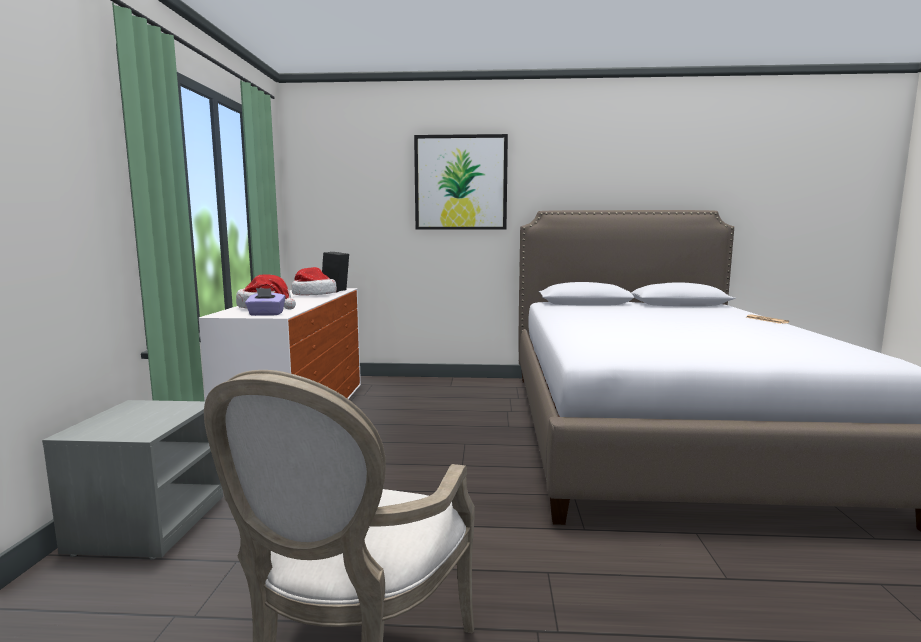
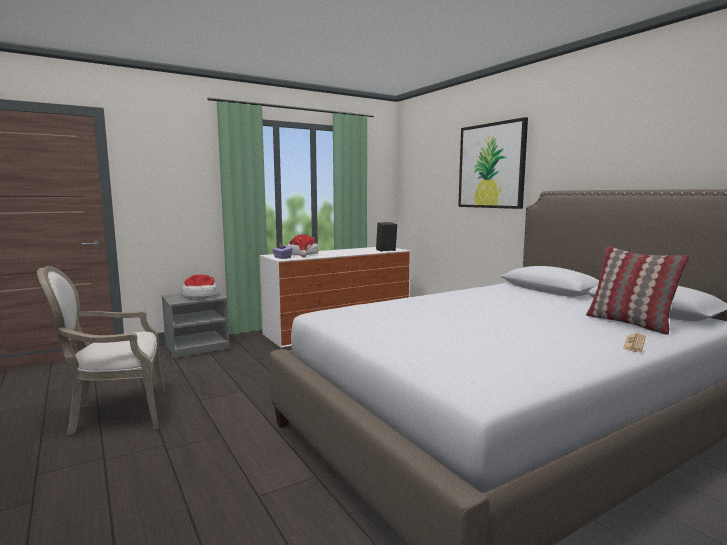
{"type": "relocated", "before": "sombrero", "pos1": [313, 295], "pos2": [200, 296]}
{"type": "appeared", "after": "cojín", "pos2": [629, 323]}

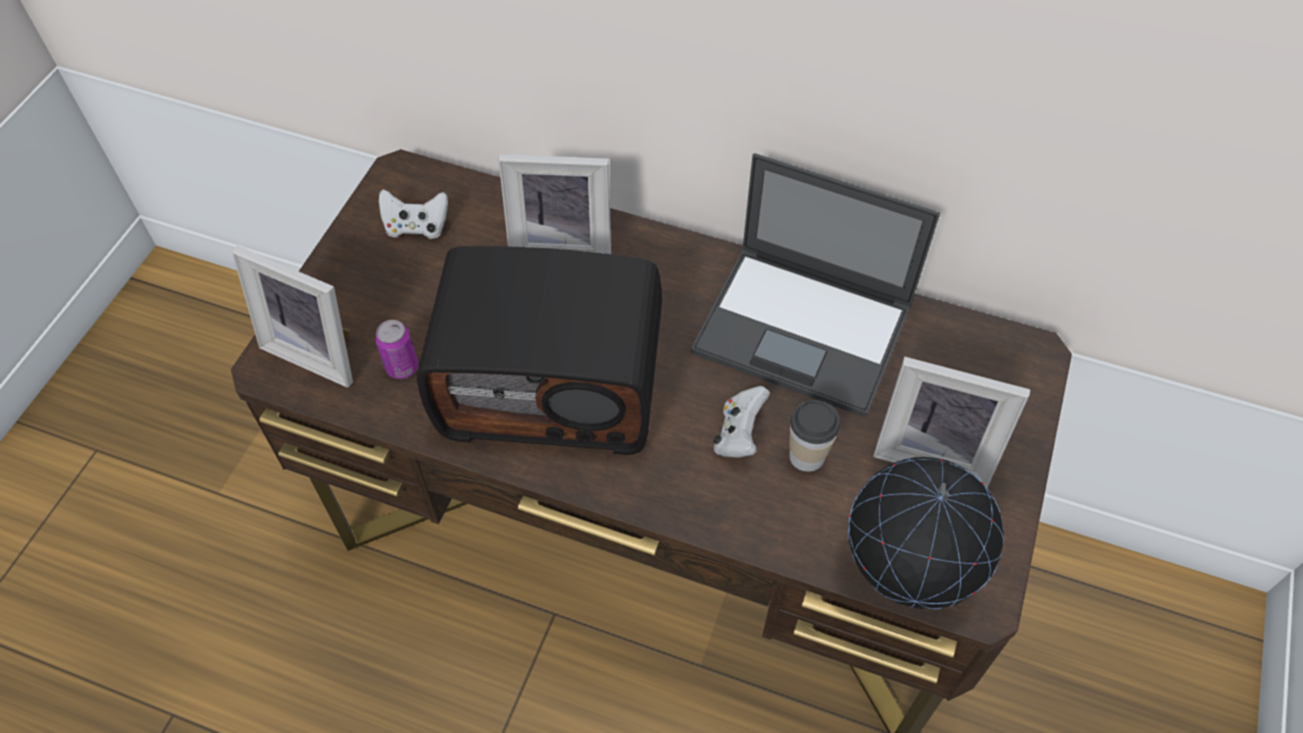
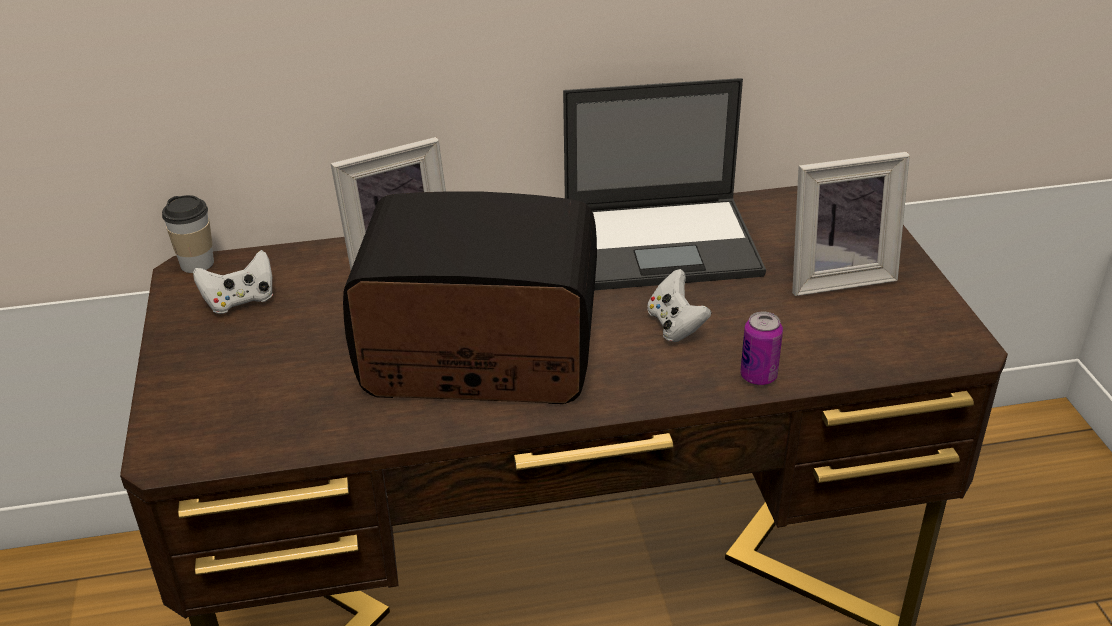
{"type": "relocated", "before": "taza", "pos1": [807, 456], "pos2": [197, 263]}
{"type": "spun", "before": "radio", "pos1": [553, 384], "pos2": [478, 356], "turn": -150}
{"type": "relocated", "before": "lata", "pos1": [402, 367], "pos2": [758, 376]}
{"type": "missing", "before": "portarretratos", "pos1": [318, 350]}
{"type": "missing", "before": "globo terráqueo", "pos1": [906, 572]}

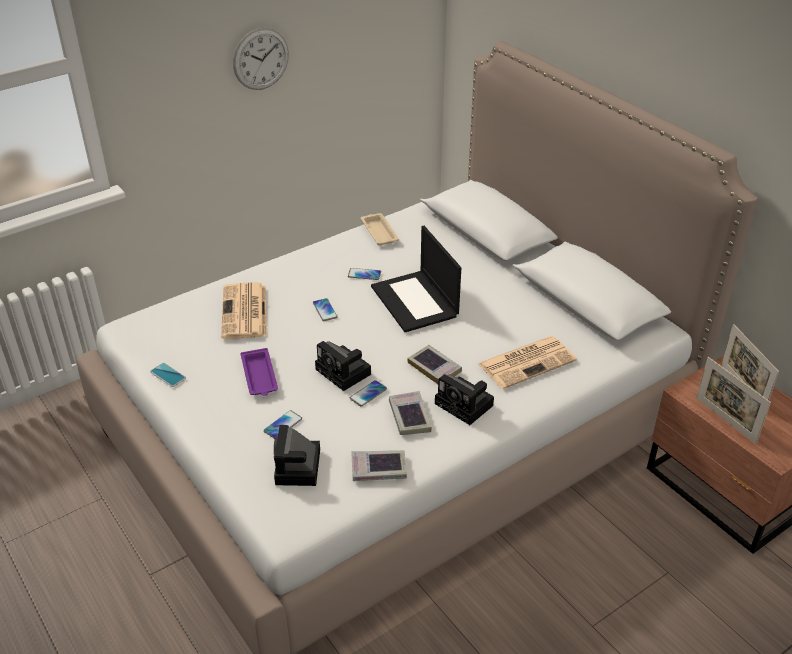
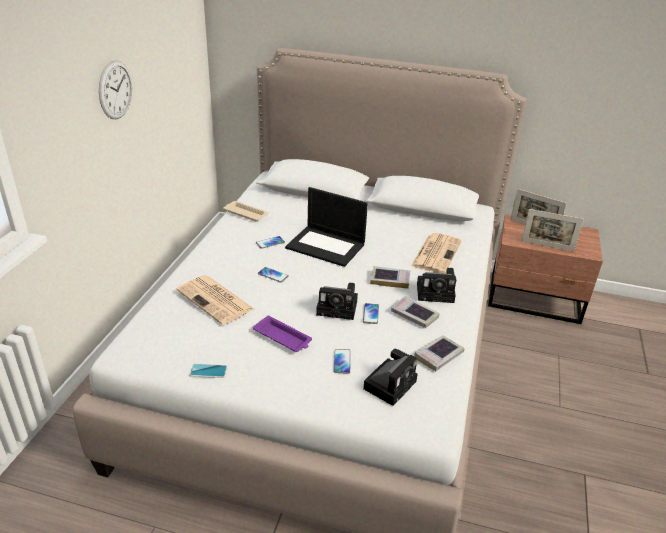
{"type": "spun", "before": "cámara", "pos1": [298, 469], "pos2": [390, 383], "turn": -105}

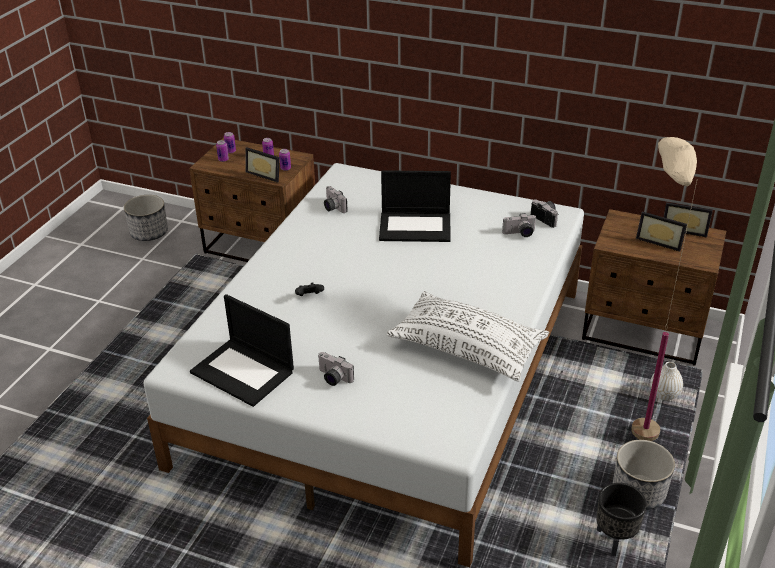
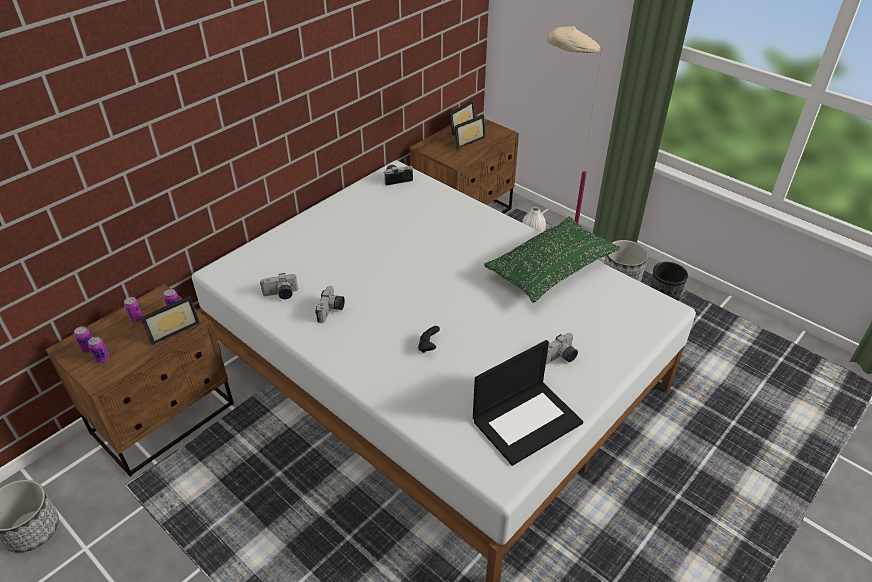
{"type": "relocated", "before": "cámara", "pos1": [519, 234], "pos2": [332, 311]}
{"type": "colour", "before": "cojín/blanco", "after": "cojín/verde", "pos1": [467, 348], "pos2": [551, 269]}
{"type": "missing", "before": "portátil", "pos1": [416, 226]}

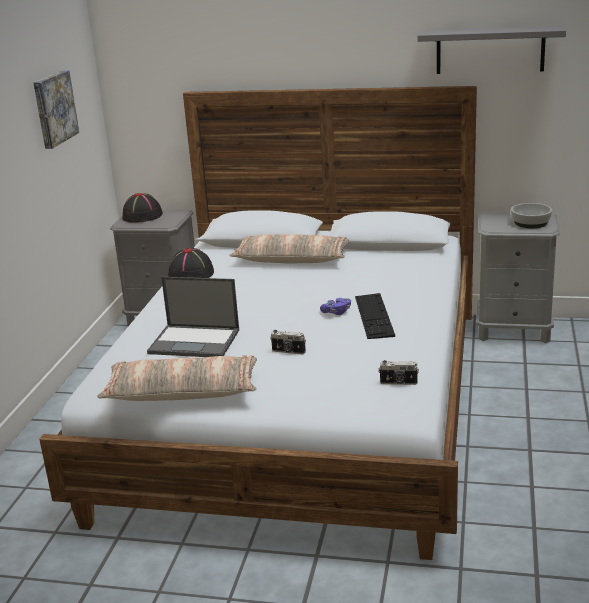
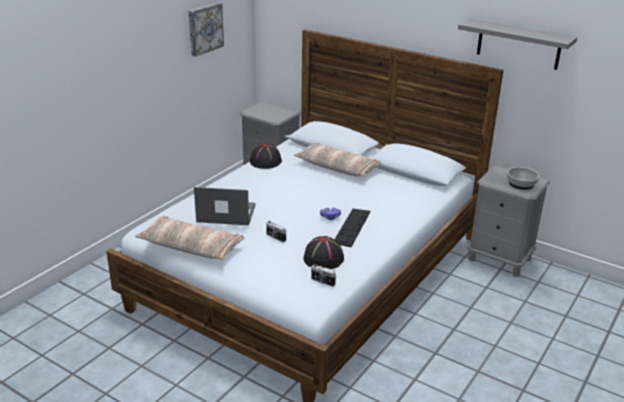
{"type": "spun", "before": "portátil", "pos1": [195, 341], "pos2": [225, 213], "turn": 150}
{"type": "relocated", "before": "sombrero/negro", "pos1": [143, 216], "pos2": [323, 258]}

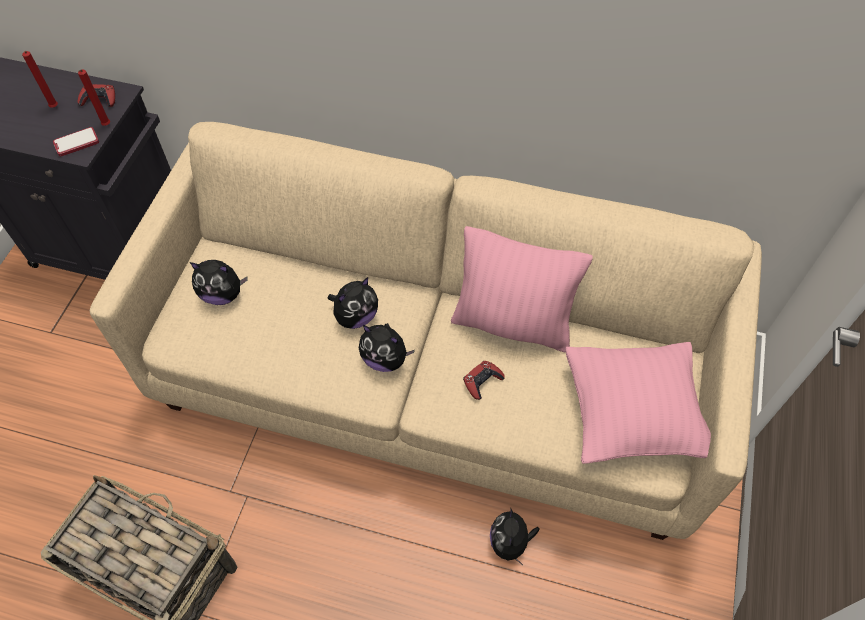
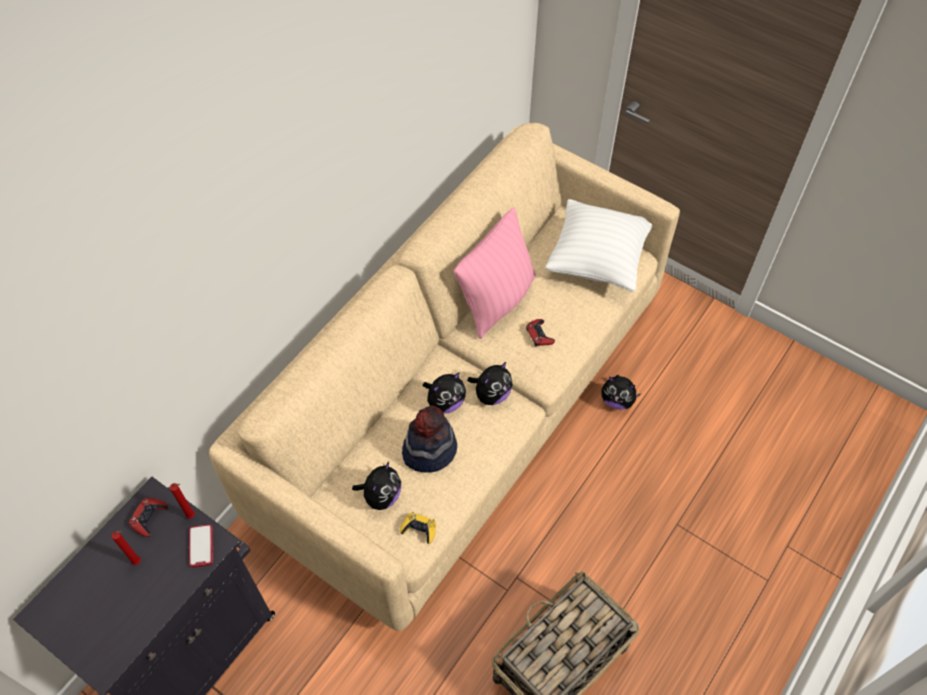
{"type": "appeared", "after": "mando de consola/amarillo", "pos2": [419, 529]}
{"type": "appeared", "after": "sombrero", "pos2": [429, 449]}
{"type": "spun", "before": "peluche", "pos1": [355, 317], "pos2": [445, 403], "turn": 75}
{"type": "colour", "before": "cojín/rosa", "after": "cojín/blanco", "pos1": [631, 416], "pos2": [597, 260]}

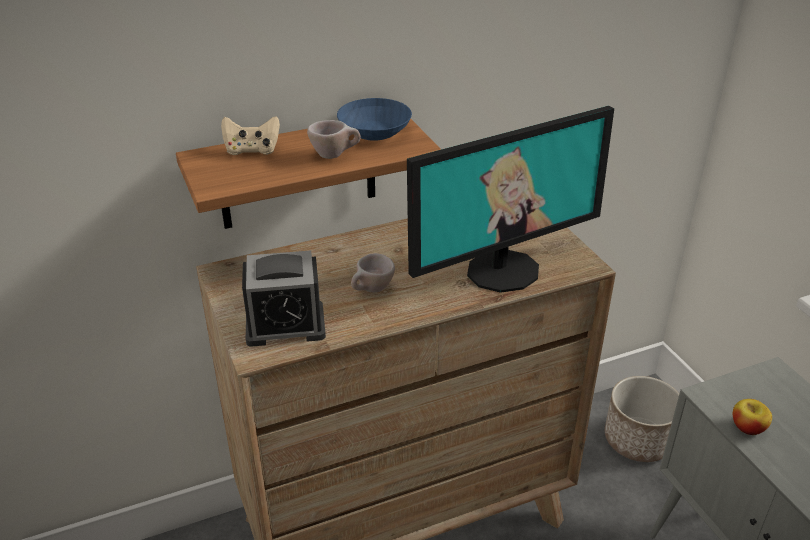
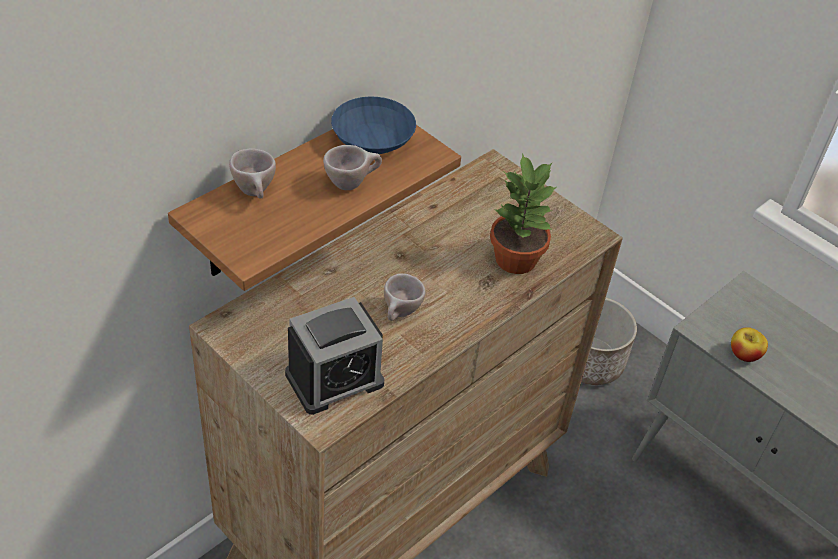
{"type": "exchanged", "before": "mando de consola/beis", "after": "taza/beis", "pos1": [252, 150], "pos2": [256, 193]}
{"type": "exchanged", "before": "monitor", "after": "planta en maceta", "pos1": [502, 270], "pos2": [516, 258]}

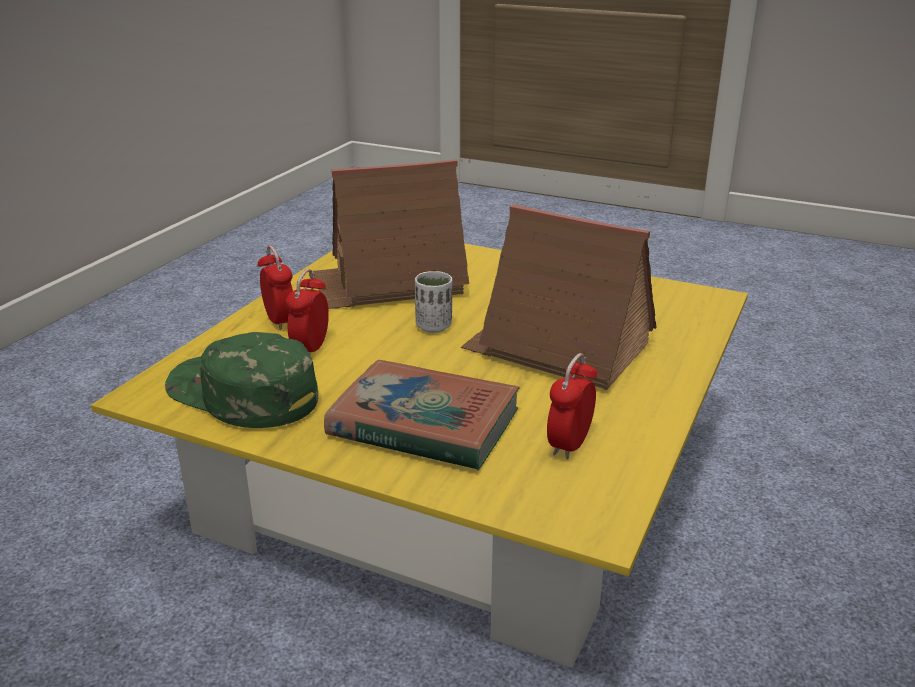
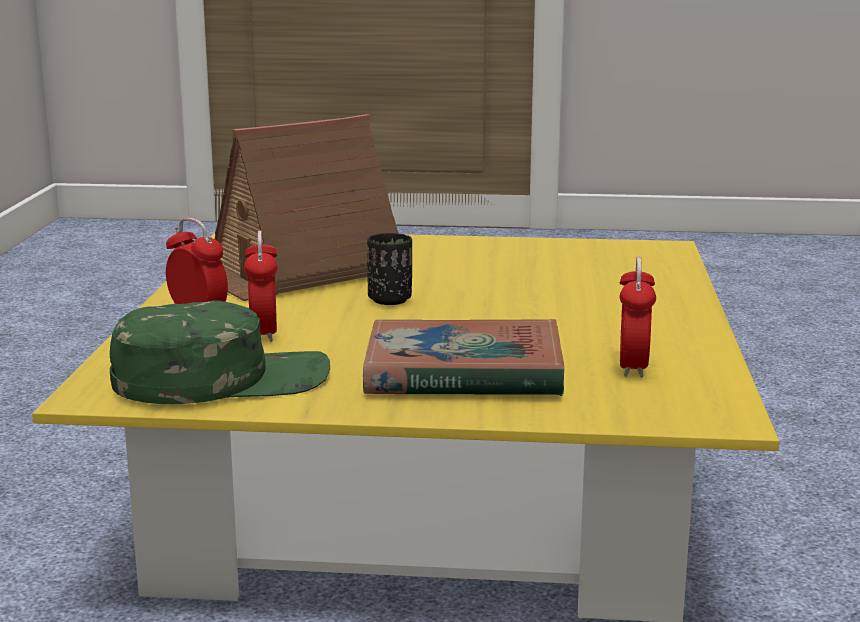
{"type": "spun", "before": "gorra/verde", "pos1": [241, 394], "pos2": [222, 379], "turn": 150}
{"type": "colour", "before": "taza/blanco", "after": "taza/negro", "pos1": [434, 326], "pos2": [390, 300]}
{"type": "missing", "before": "casita", "pos1": [558, 347]}

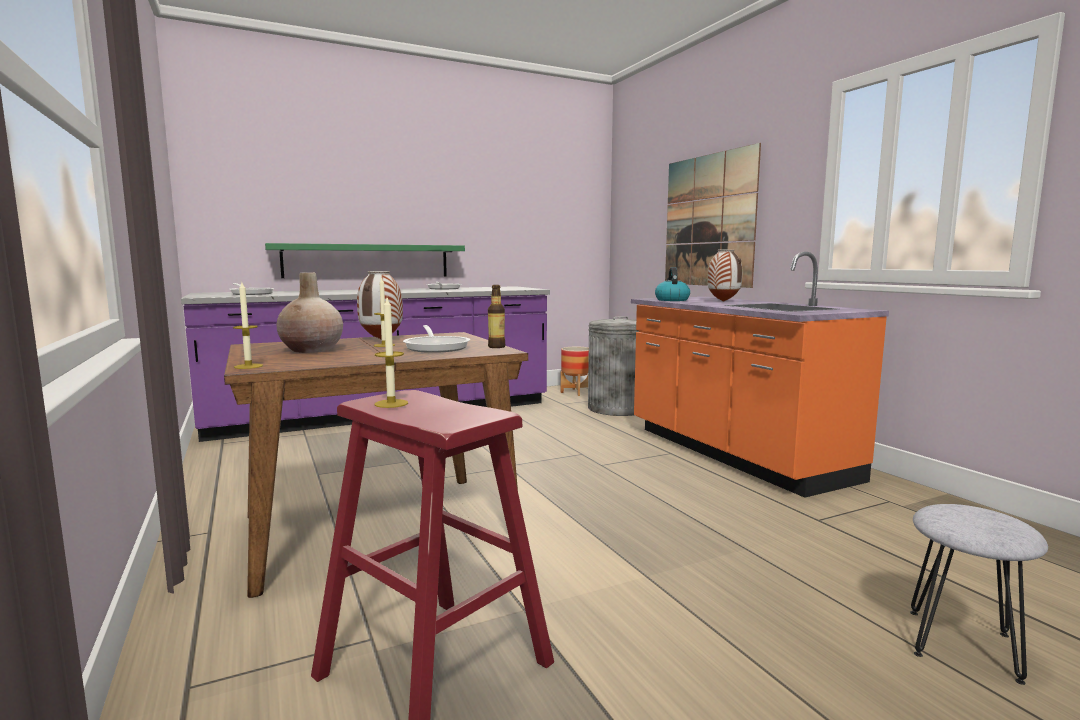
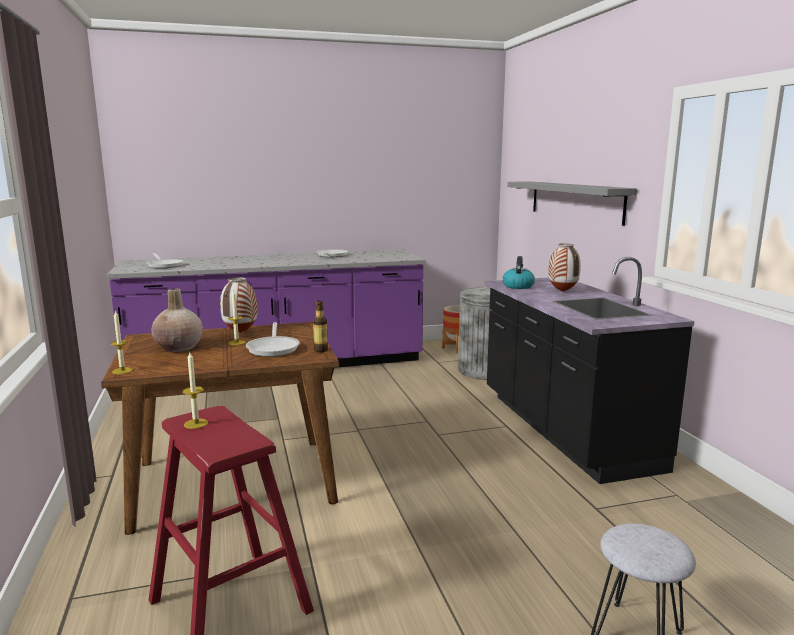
{"type": "colour", "before": "mueble bajo de cocina/naranja", "after": "mueble bajo de cocina/negro", "pos1": [734, 453], "pos2": [564, 431]}
{"type": "exchanged", "before": "cuadro", "after": "estante/gris", "pos1": [708, 221], "pos2": [574, 201]}
{"type": "missing", "before": "estante/verde", "pos1": [367, 261]}

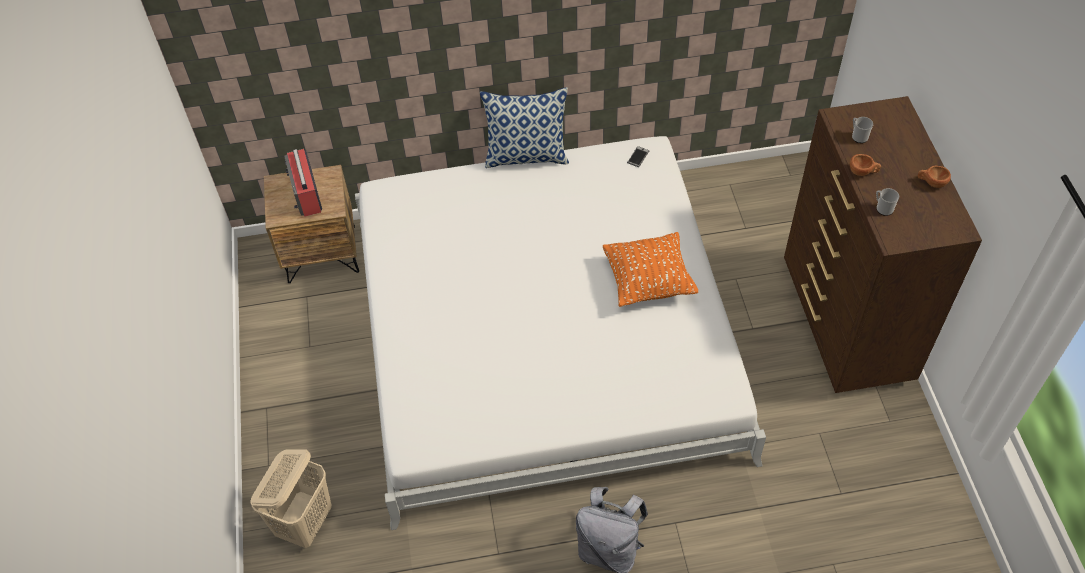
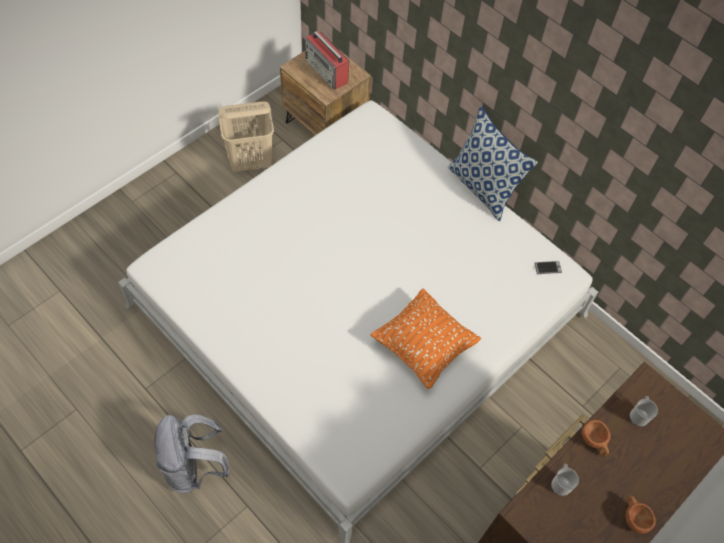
{"type": "relocated", "before": "cesto de la ropa/beis", "pos1": [305, 522], "pos2": [251, 162]}
{"type": "spun", "before": "radio", "pos1": [307, 194], "pos2": [327, 71], "turn": -75}

